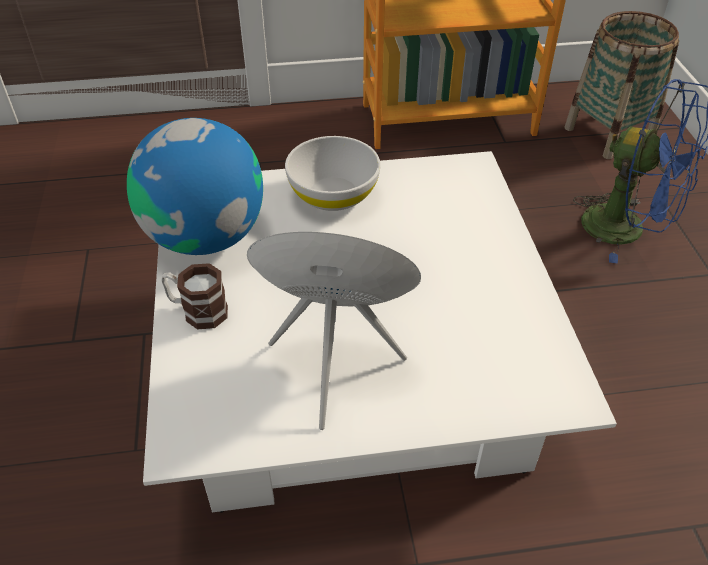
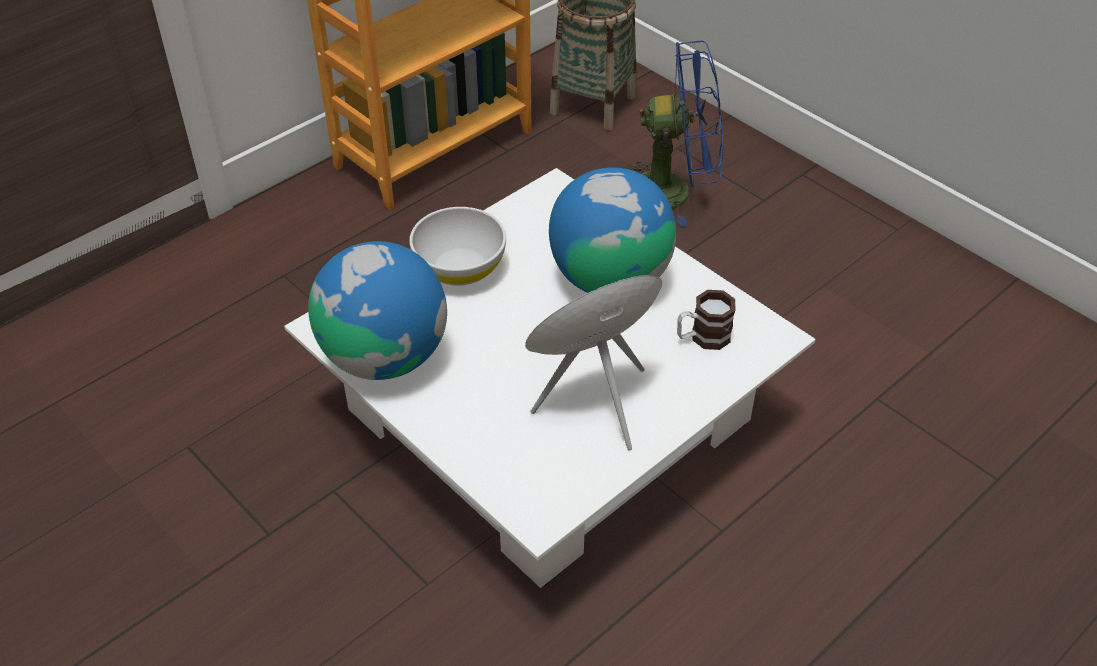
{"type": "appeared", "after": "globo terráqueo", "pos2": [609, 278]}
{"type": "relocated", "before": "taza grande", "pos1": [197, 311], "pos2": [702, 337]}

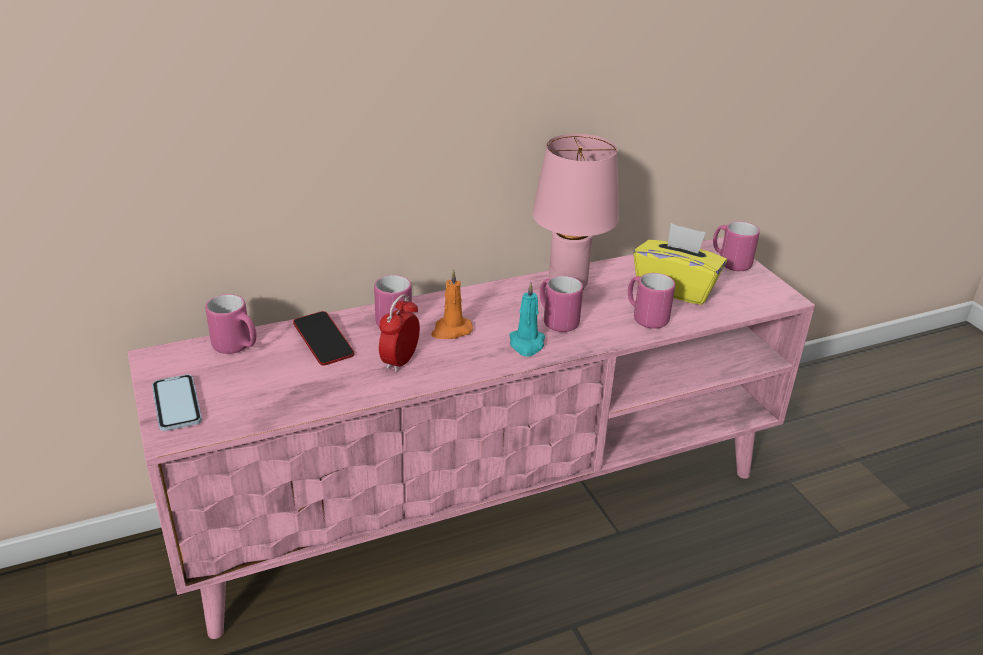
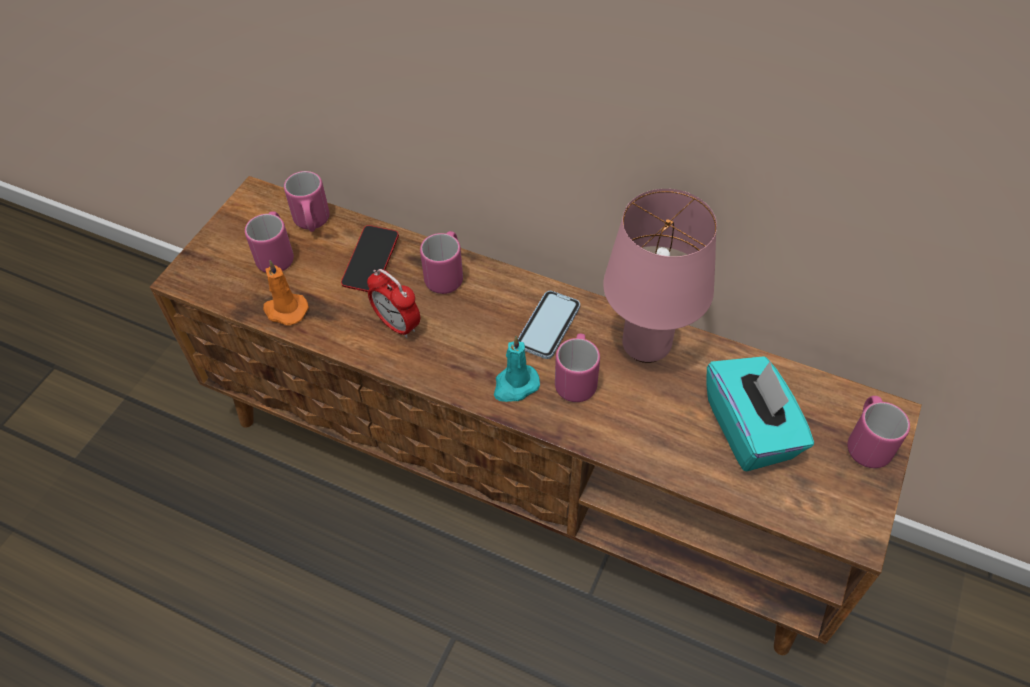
{"type": "colour", "before": "mueble de televisión/rosa", "after": "mueble de televisión/marrón", "pos1": [486, 503], "pos2": [521, 474]}
{"type": "relocated", "before": "taza grande/rosa", "pos1": [645, 317], "pos2": [277, 255]}
{"type": "relocated", "before": "vela/naranja", "pos1": [451, 330], "pos2": [285, 310]}
{"type": "spun", "before": "despertador", "pos1": [400, 361], "pos2": [397, 325], "turn": -120}
{"type": "relocated", "before": "móvil", "pos1": [177, 404], "pos2": [548, 326]}
{"type": "colour", "before": "caja de pañuelos/amarillo", "after": "caja de pañuelos/turquesa", "pos1": [675, 288], "pos2": [750, 430]}

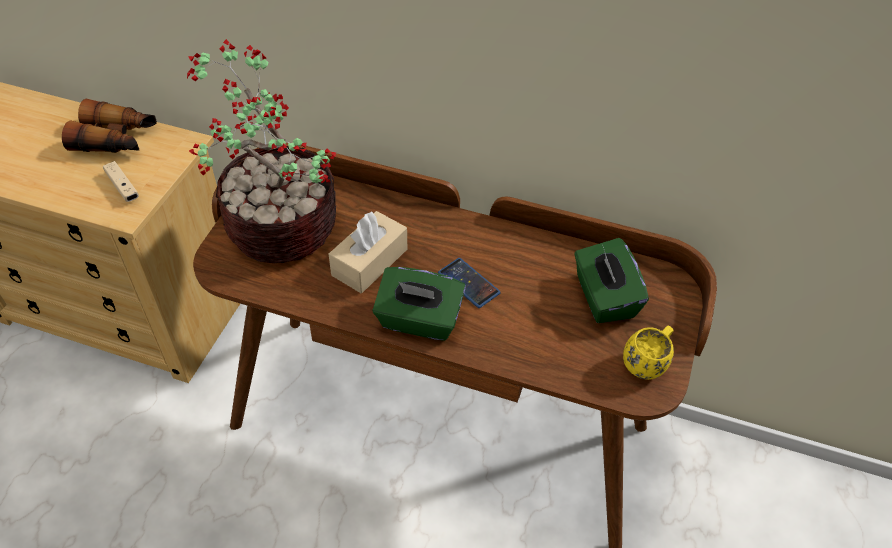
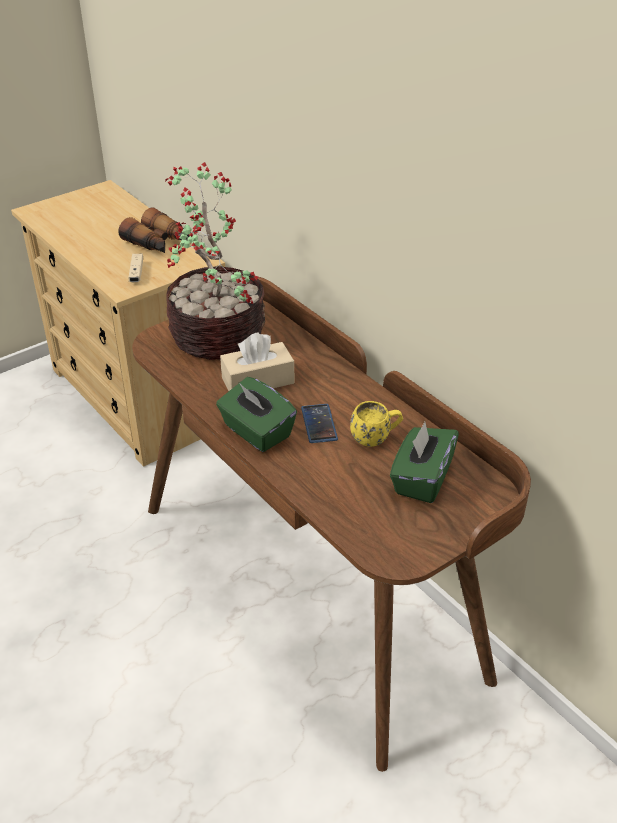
{"type": "relocated", "before": "taza grande/amarillo", "pos1": [646, 363], "pos2": [375, 438]}

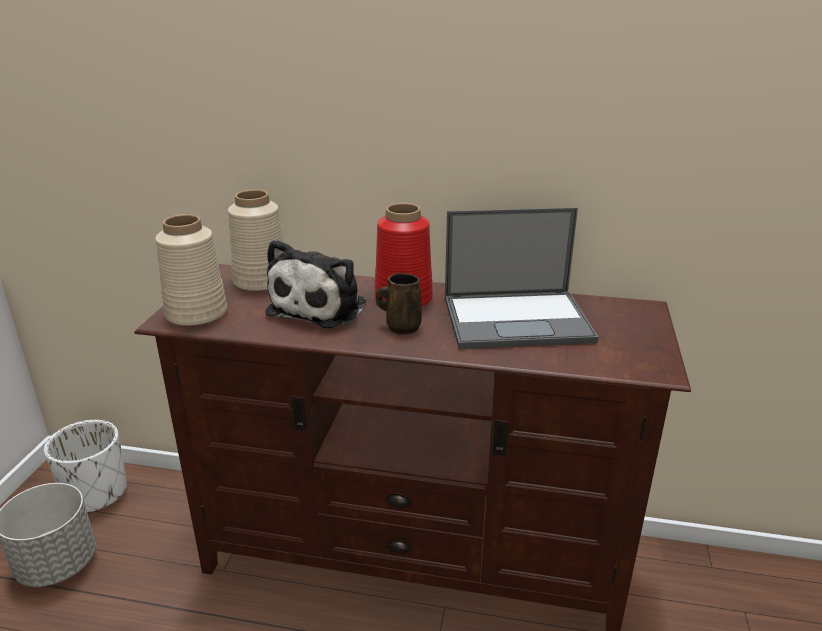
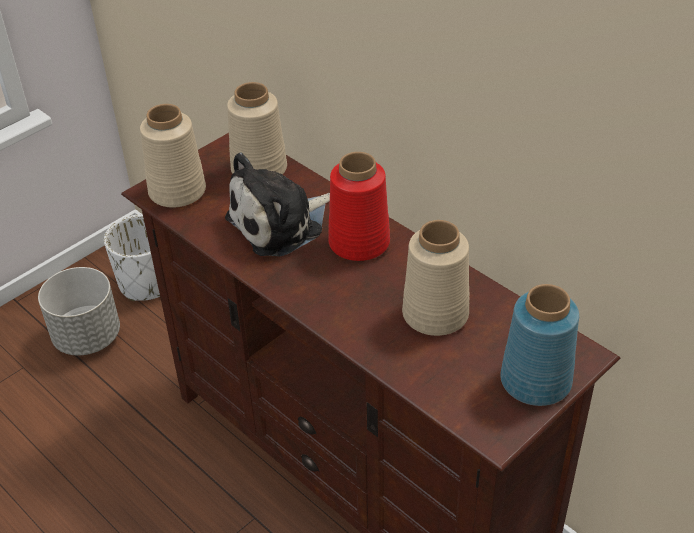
{"type": "exchanged", "before": "portátil", "after": "florero/beis", "pos1": [518, 319], "pos2": [436, 314]}
{"type": "appeared", "after": "florero/azul", "pos2": [536, 382]}
{"type": "missing", "before": "taza grande/marrón", "pos1": [401, 327]}

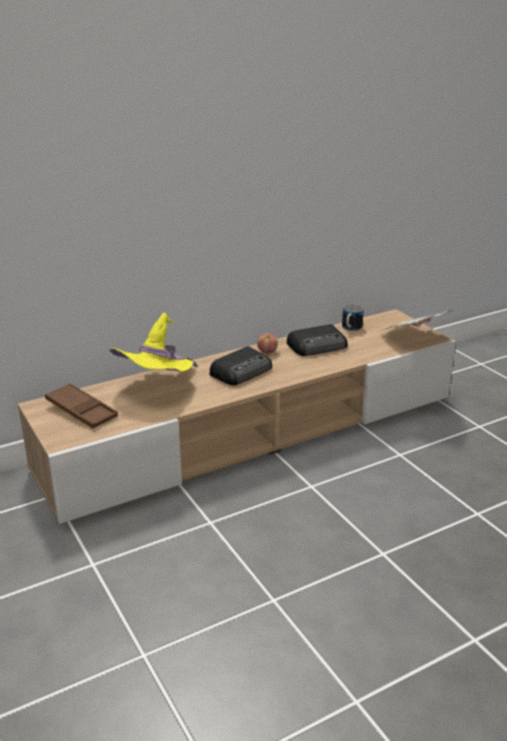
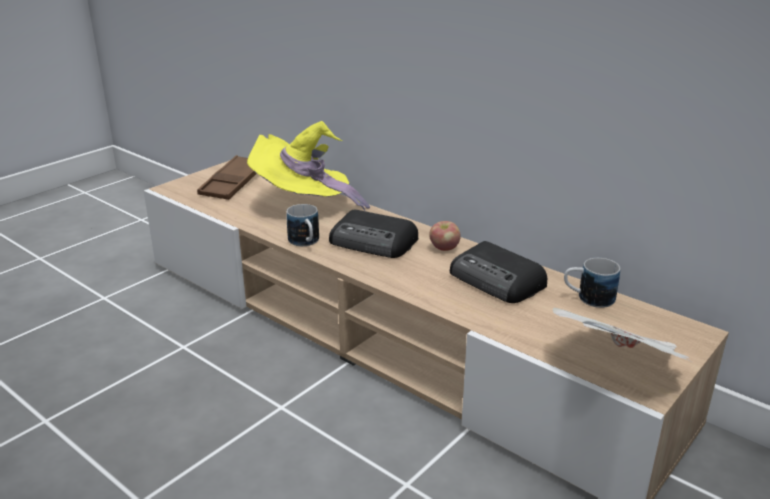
{"type": "appeared", "after": "taza grande", "pos2": [305, 243]}

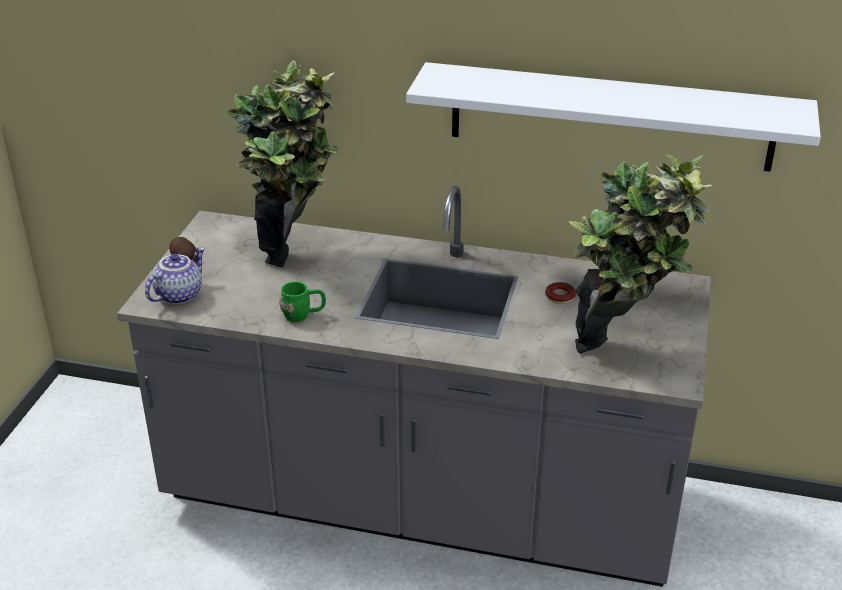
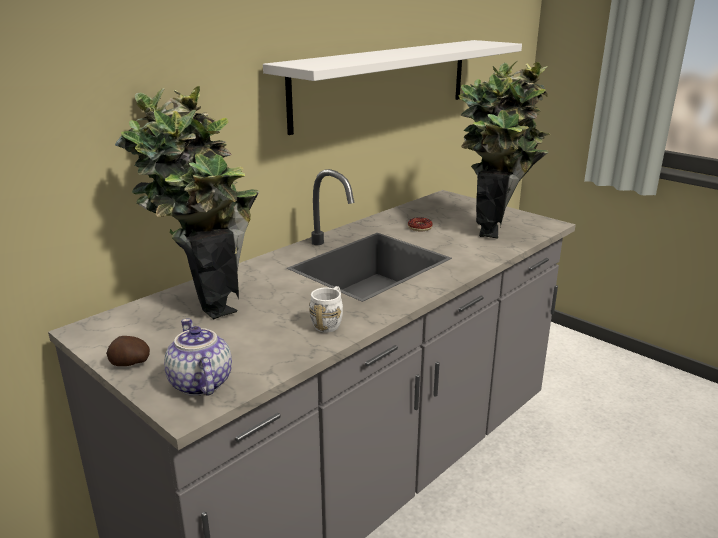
{"type": "colour", "before": "taza grande/verde", "after": "taza grande/blanco", "pos1": [303, 315], "pos2": [329, 322]}

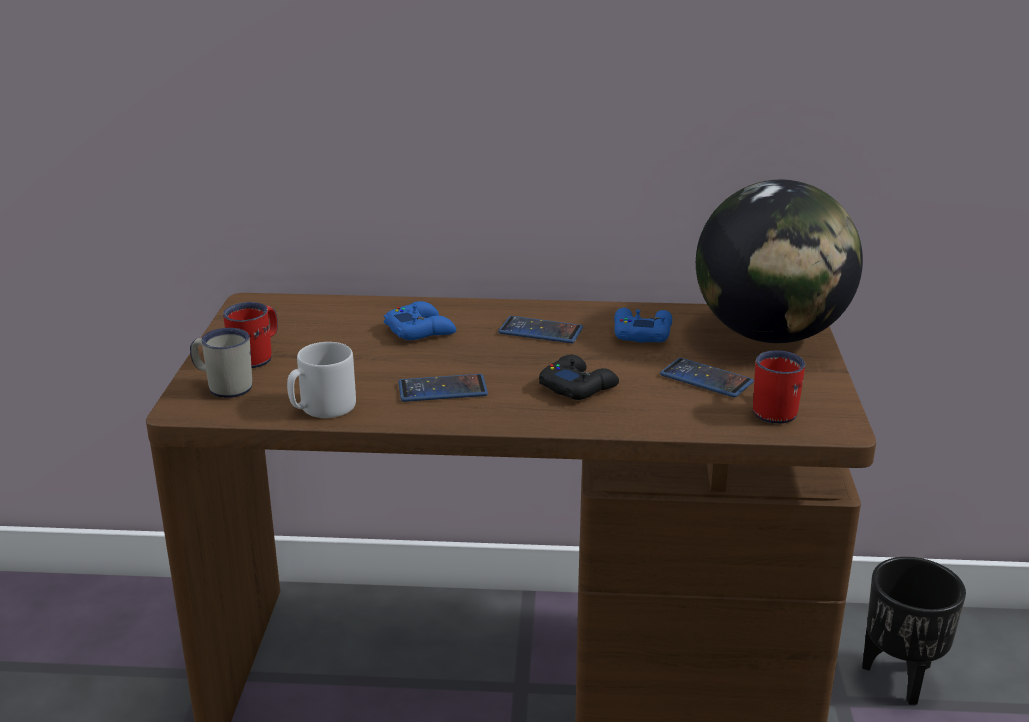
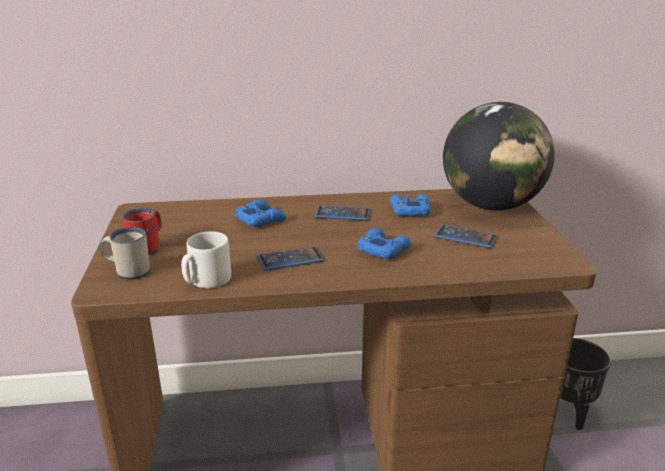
{"type": "colour", "before": "mando de consola/negro", "after": "mando de consola/azul", "pos1": [578, 386], "pos2": [383, 249]}
{"type": "missing", "before": "taza grande/rojo", "pos1": [773, 409]}

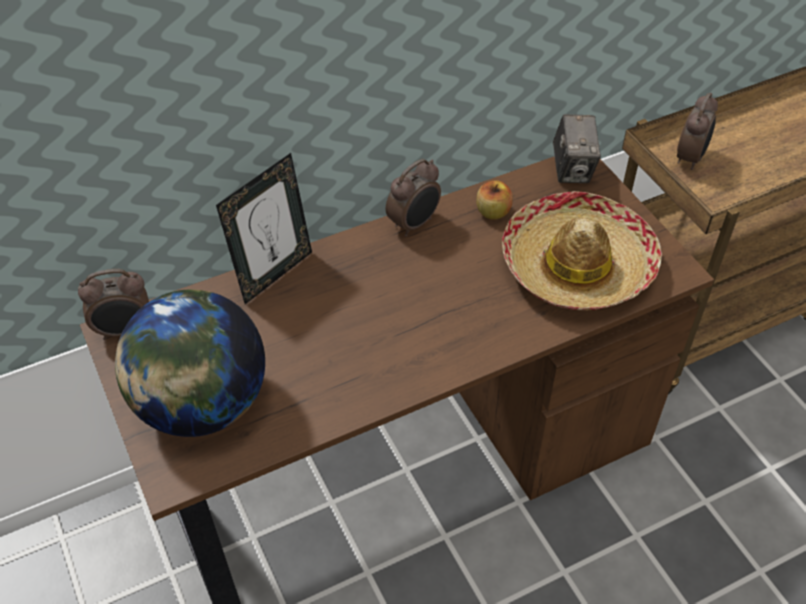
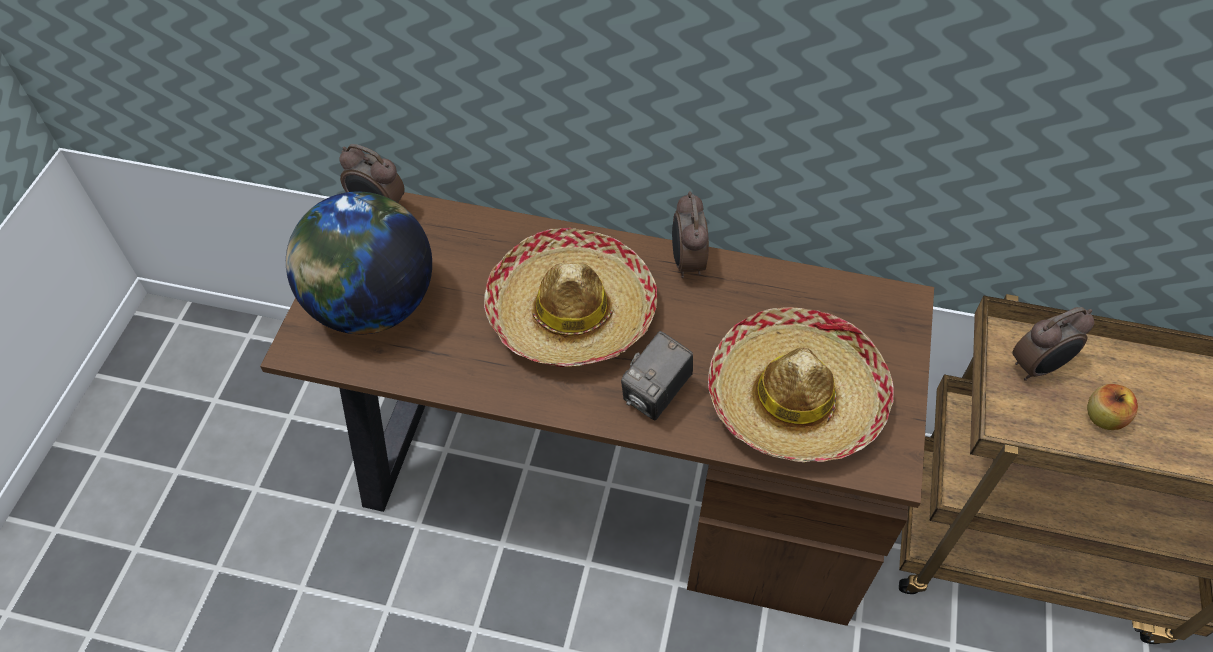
{"type": "appeared", "after": "sombrero", "pos2": [571, 312]}
{"type": "relocated", "before": "cámara", "pos1": [572, 170], "pos2": [656, 394]}
{"type": "spun", "before": "despertador", "pos1": [414, 224], "pos2": [686, 263], "turn": 90}
{"type": "relocated", "before": "manzana", "pos1": [493, 212], "pos2": [1103, 417]}
{"type": "missing", "before": "portarretratos", "pos1": [273, 274]}

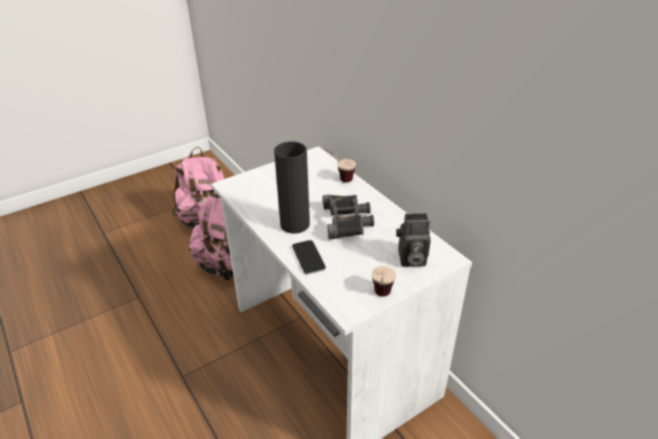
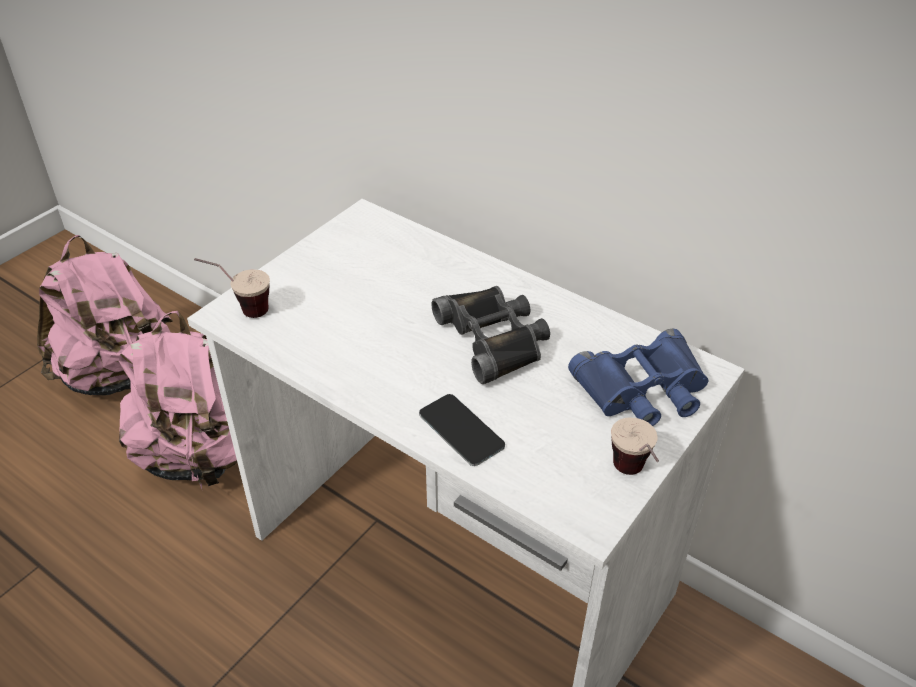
{"type": "relocated", "before": "taza", "pos1": [339, 177], "pos2": [240, 310]}
{"type": "exchanged", "before": "cámara", "after": "prismáticos/azul", "pos1": [410, 259], "pos2": [643, 389]}
{"type": "missing", "before": "florero/negro", "pos1": [295, 224]}

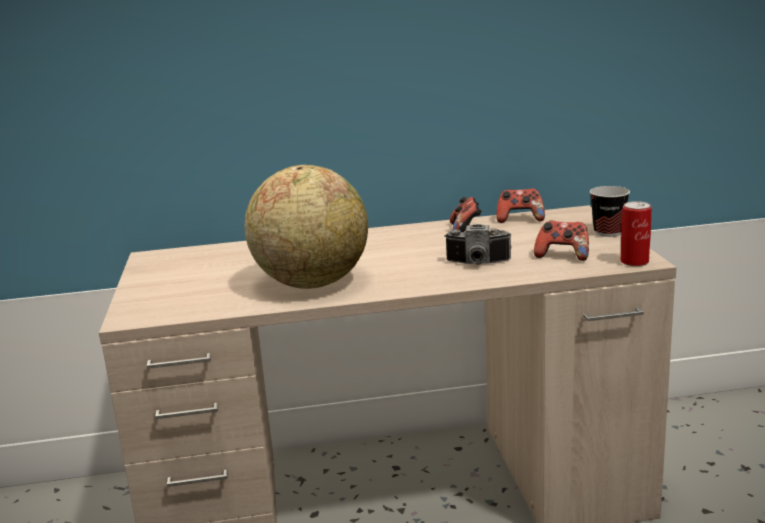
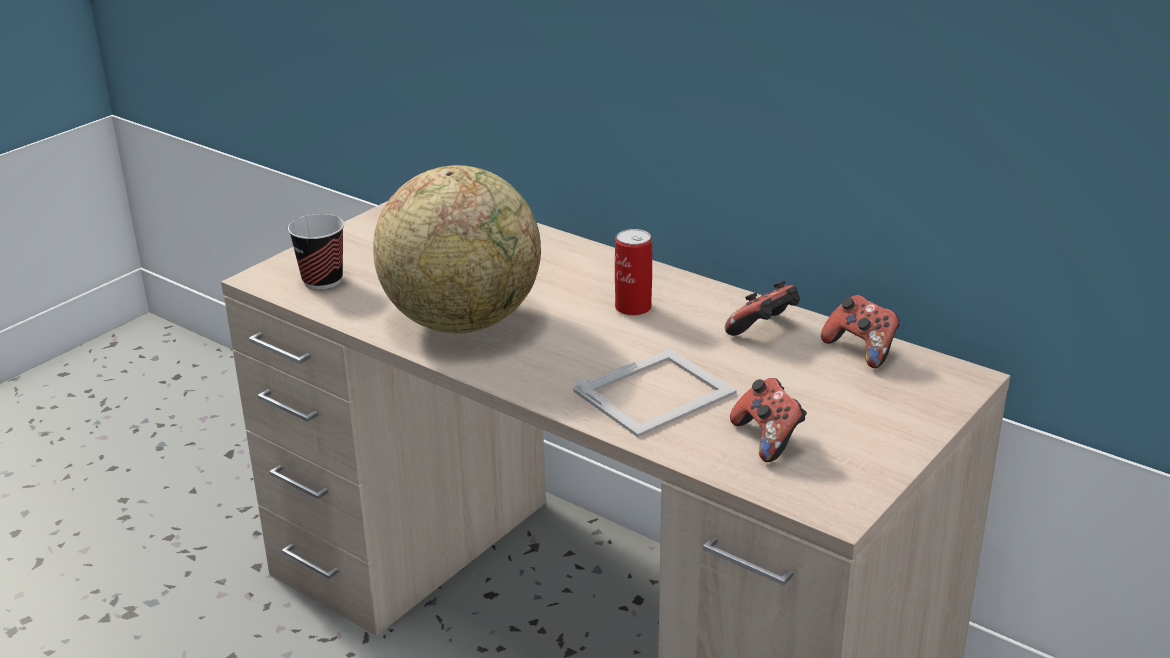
{"type": "relocated", "before": "taza", "pos1": [608, 232], "pos2": [322, 280]}
{"type": "exchanged", "before": "cámara", "after": "portarretratos", "pos1": [478, 263], "pos2": [656, 392]}
{"type": "relocated", "before": "lata", "pos1": [634, 262], "pos2": [633, 307]}

